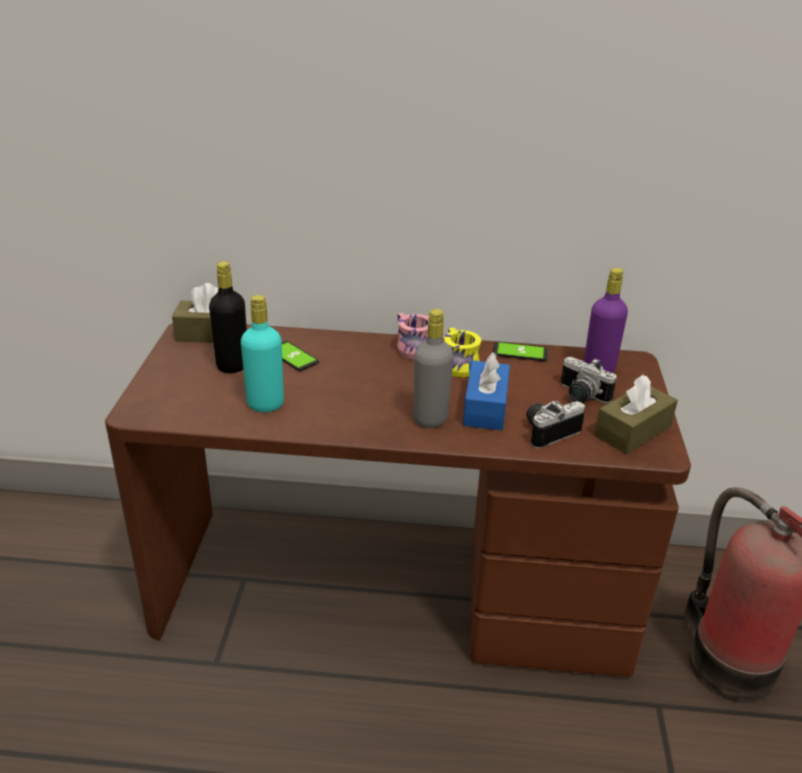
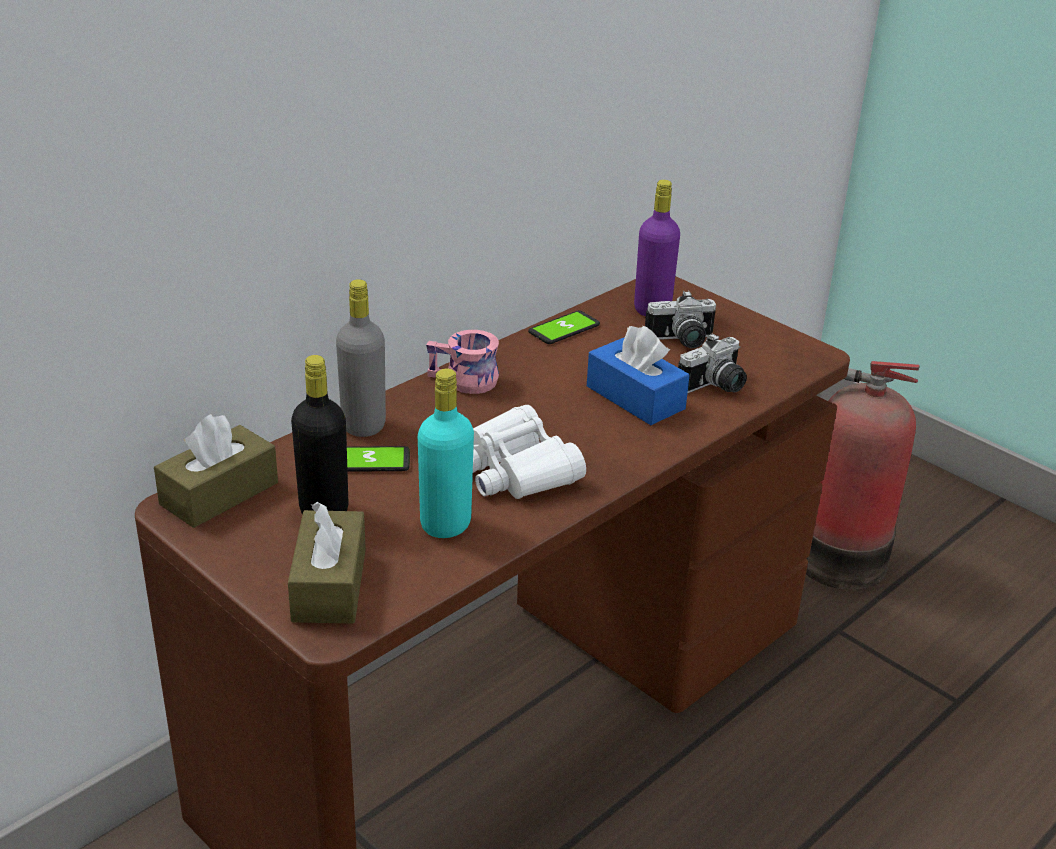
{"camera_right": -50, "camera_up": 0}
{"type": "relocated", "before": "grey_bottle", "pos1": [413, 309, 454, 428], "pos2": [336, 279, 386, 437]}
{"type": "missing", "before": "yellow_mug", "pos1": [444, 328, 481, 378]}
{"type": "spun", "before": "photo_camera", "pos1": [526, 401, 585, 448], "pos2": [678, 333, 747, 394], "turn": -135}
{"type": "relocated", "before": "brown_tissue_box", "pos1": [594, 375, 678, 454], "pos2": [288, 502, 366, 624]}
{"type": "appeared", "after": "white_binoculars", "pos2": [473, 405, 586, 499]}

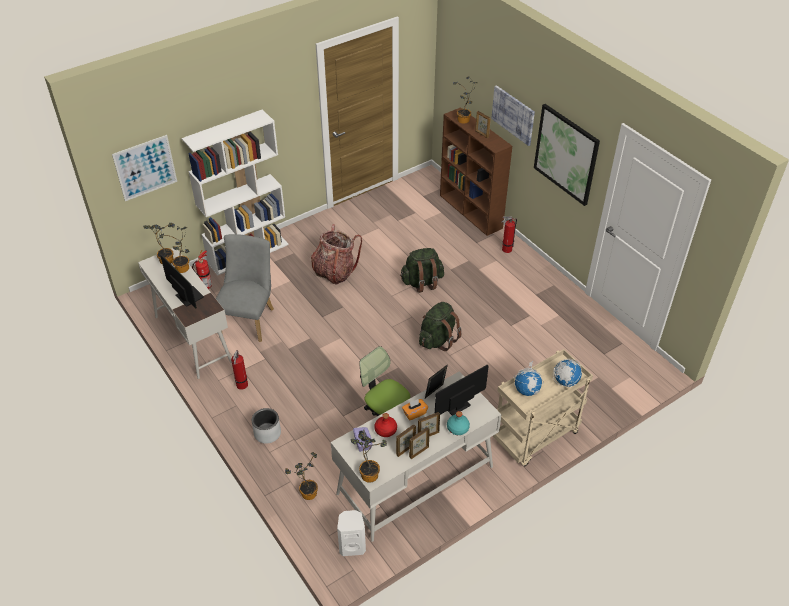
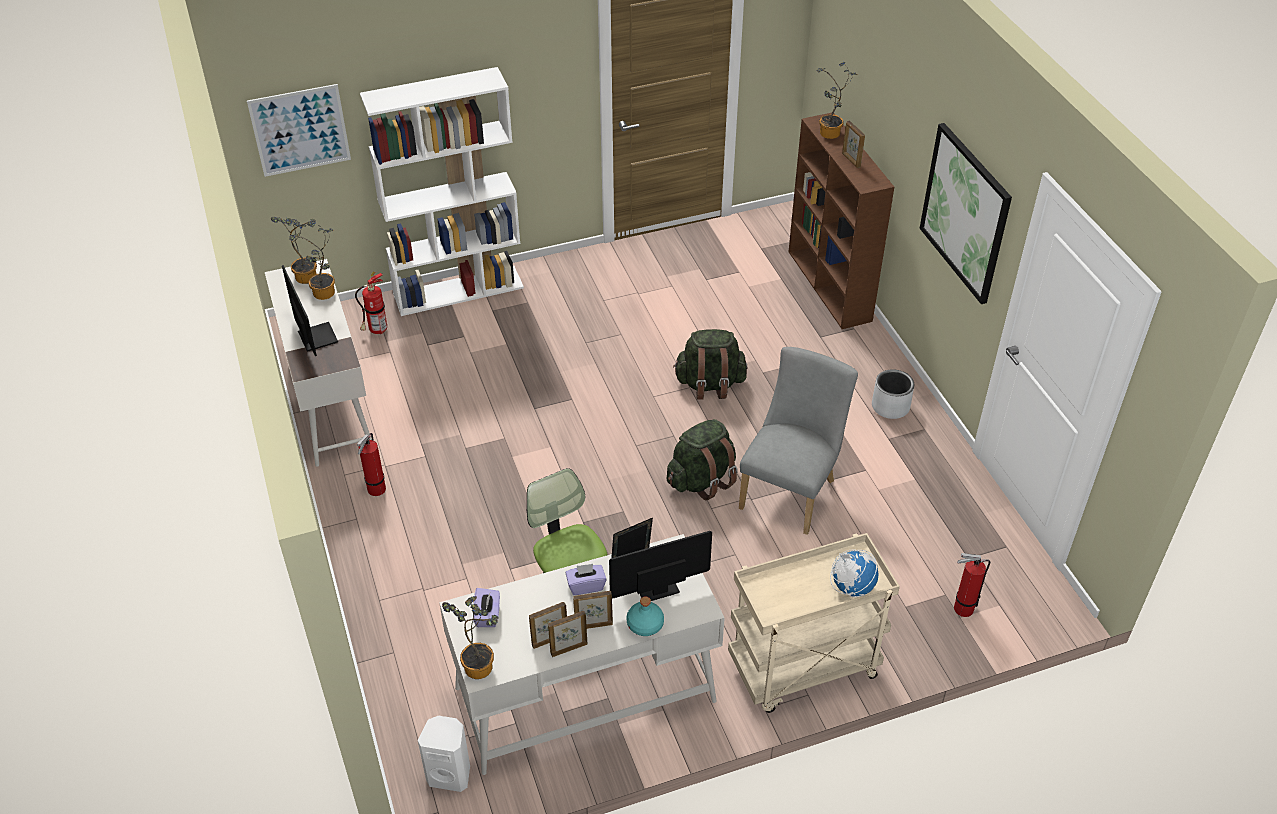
{"camera_right": 15, "camera_up": 0}
{"type": "relocated", "before": "grey_chair", "pos1": [216, 234, 274, 342], "pos2": [739, 347, 858, 535]}
{"type": "relocated", "before": "grey_planter", "pos1": [252, 408, 281, 444], "pos2": [872, 369, 914, 419]}
{"type": "missing", "before": "potted_plant", "pos1": [285, 452, 318, 500]}
{"type": "missing", "before": "backpack", "pos1": [311, 224, 362, 284]}
{"type": "missing", "before": "red_bottle", "pos1": [374, 413, 397, 437]}
{"type": "colour", "before": "orange_tissue_box", "after": "purple_tissue_box", "pos1": [402, 399, 428, 420], "pos2": [566, 564, 607, 595]}
{"type": "missing", "before": "picture", "pos1": [491, 85, 535, 146]}
{"type": "relocated", "before": "fire_extinguisher", "pos1": [501, 216, 517, 253], "pos2": [954, 553, 990, 617]}
{"type": "missing", "before": "globe", "pos1": [514, 361, 544, 396]}

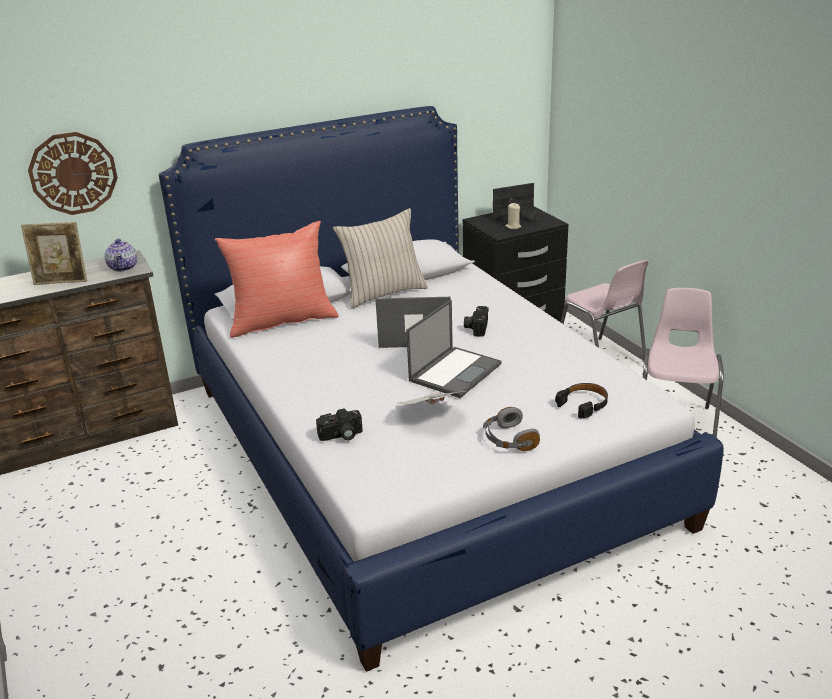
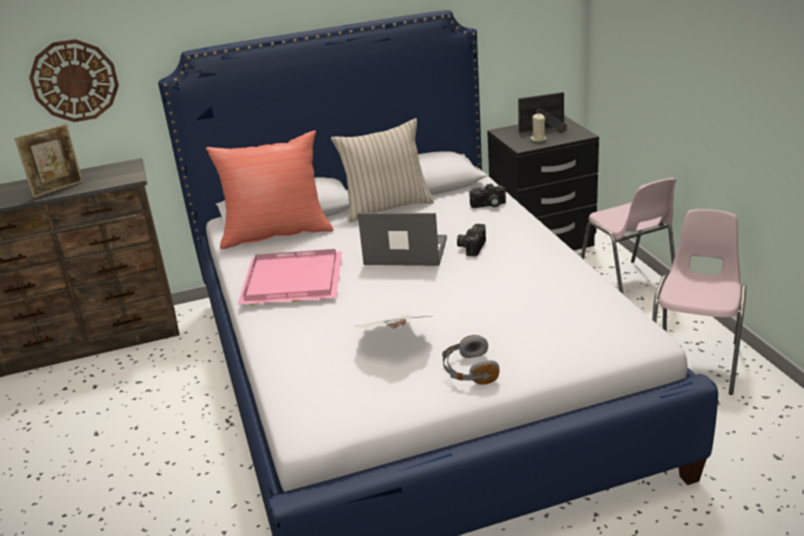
{"camera_right": 10, "camera_up": 0}
{"type": "spun", "before": "picture_frame", "pos1": [21, 222, 87, 285], "pos2": [14, 124, 83, 198], "turn": -45}
{"type": "missing", "before": "teapot", "pos1": [104, 239, 138, 272]}
{"type": "relocated", "before": "photo_camera", "pos1": [316, 408, 363, 441], "pos2": [469, 184, 506, 208]}
{"type": "missing", "before": "laptop", "pos1": [406, 300, 502, 398]}
{"type": "missing", "before": "black_headphones", "pos1": [555, 383, 608, 418]}
{"type": "appeared", "after": "pink_tray", "pos2": [237, 249, 342, 305]}

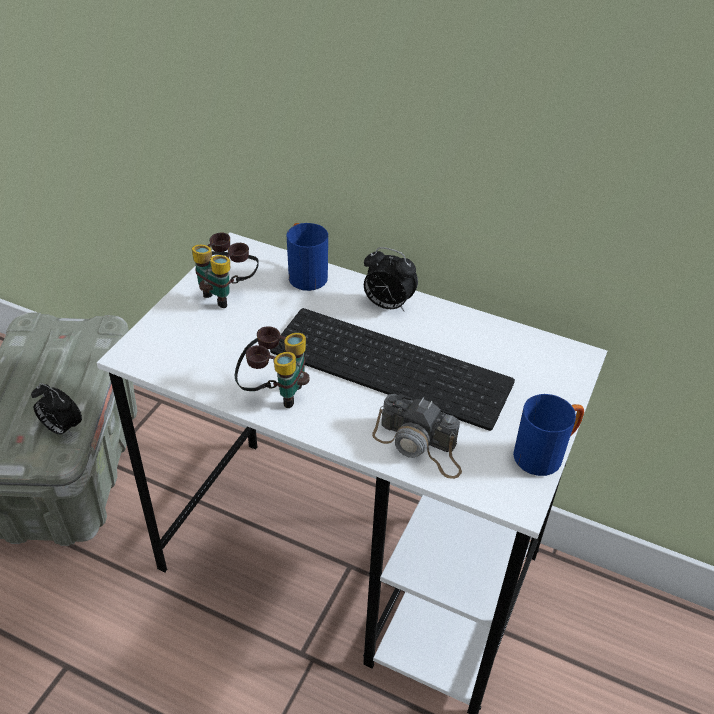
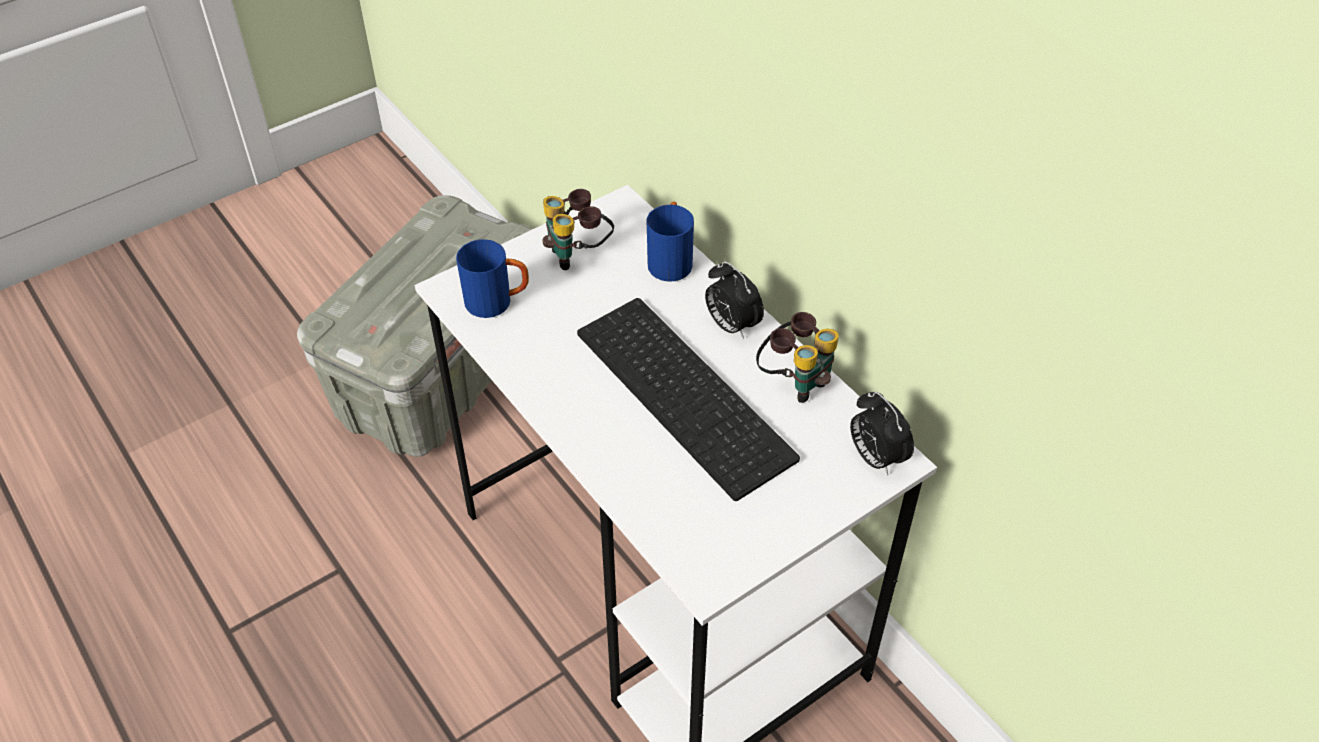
{"camera_right": 30, "camera_up": 5}
{"type": "relocated", "before": "alarm_clock", "pos1": [31, 383, 82, 436], "pos2": [850, 392, 914, 475]}
{"type": "relocated", "before": "binoculars", "pos1": [235, 326, 310, 408], "pos2": [756, 312, 839, 403]}
{"type": "missing", "before": "photo_camera", "pos1": [372, 394, 462, 479]}
{"type": "relocated", "before": "blue_mug", "pos1": [513, 394, 584, 476], "pos2": [456, 239, 529, 318]}

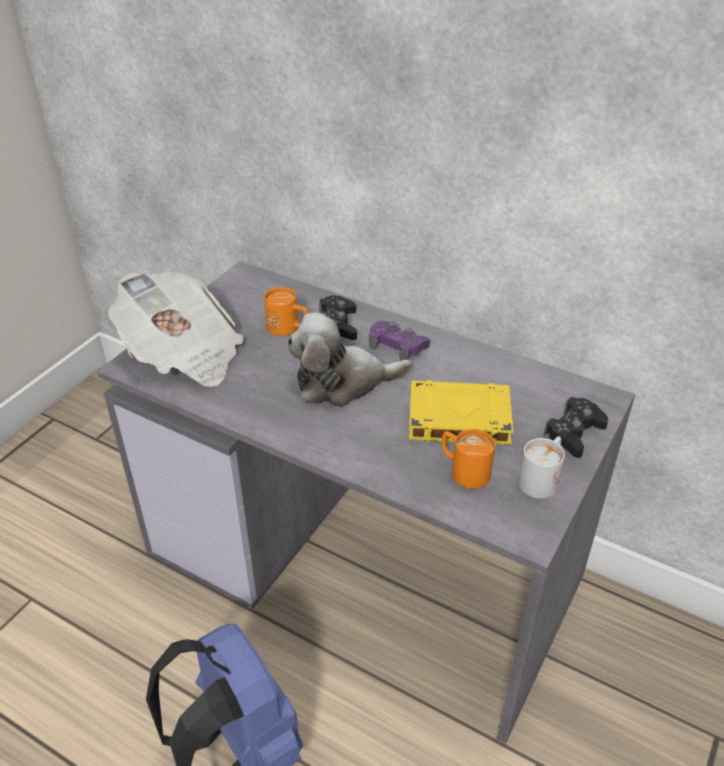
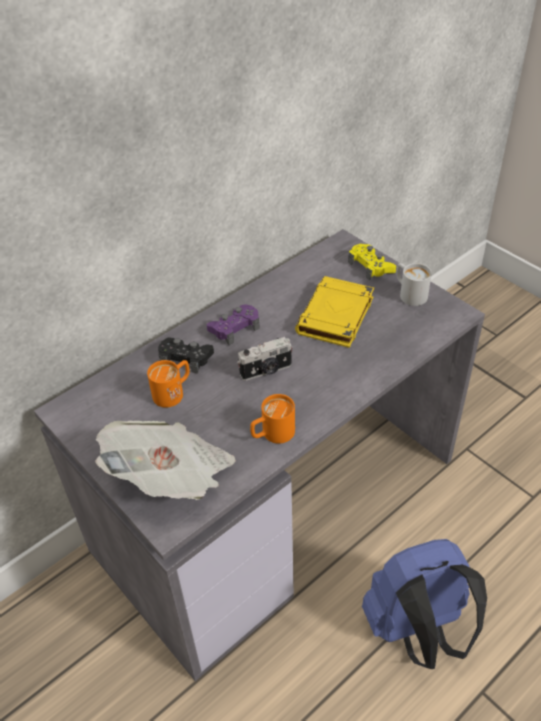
{"camera_right": -70, "camera_up": 5}
{"type": "exchanged", "before": "plush_toy", "after": "photo_camera", "pos1": [287, 312, 412, 407], "pos2": [237, 337, 293, 381]}
{"type": "relocated", "before": "orange_mug", "pos1": [442, 429, 495, 489], "pos2": [250, 394, 295, 444]}
{"type": "colour", "before": "black_game_controller", "after": "yellow_game_controller", "pos1": [543, 397, 608, 458], "pos2": [348, 244, 396, 281]}

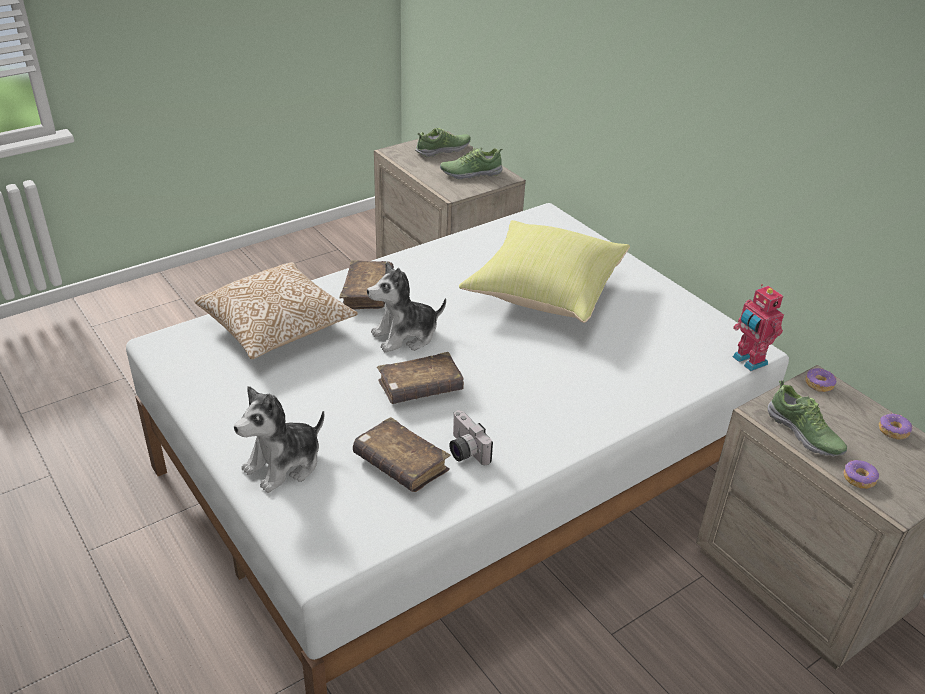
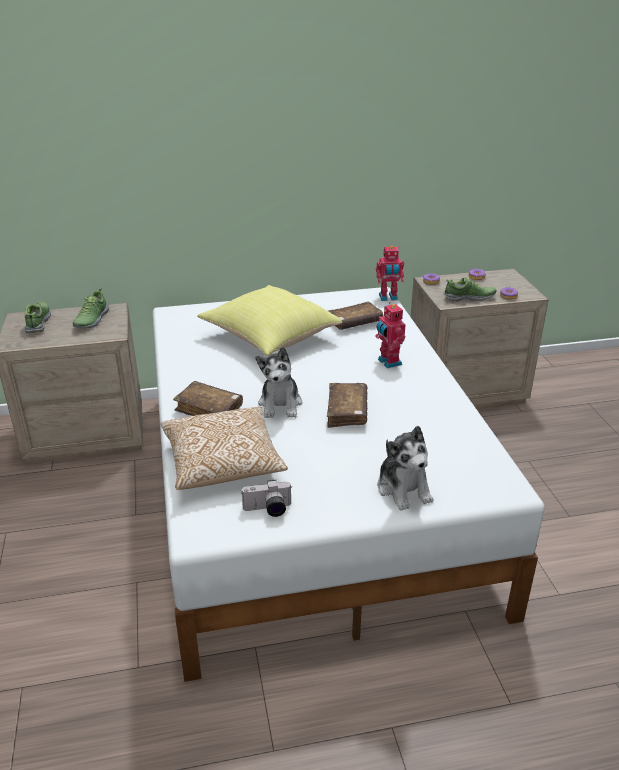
{"camera_right": -65, "camera_up": -5}
{"type": "relocated", "before": "brown_book", "pos1": [353, 417, 450, 492], "pos2": [328, 301, 383, 330]}
{"type": "relocated", "before": "photo_camera", "pos1": [450, 410, 493, 465], "pos2": [241, 480, 292, 517]}
{"type": "appeared", "after": "toy_robot", "pos2": [375, 302, 406, 368]}

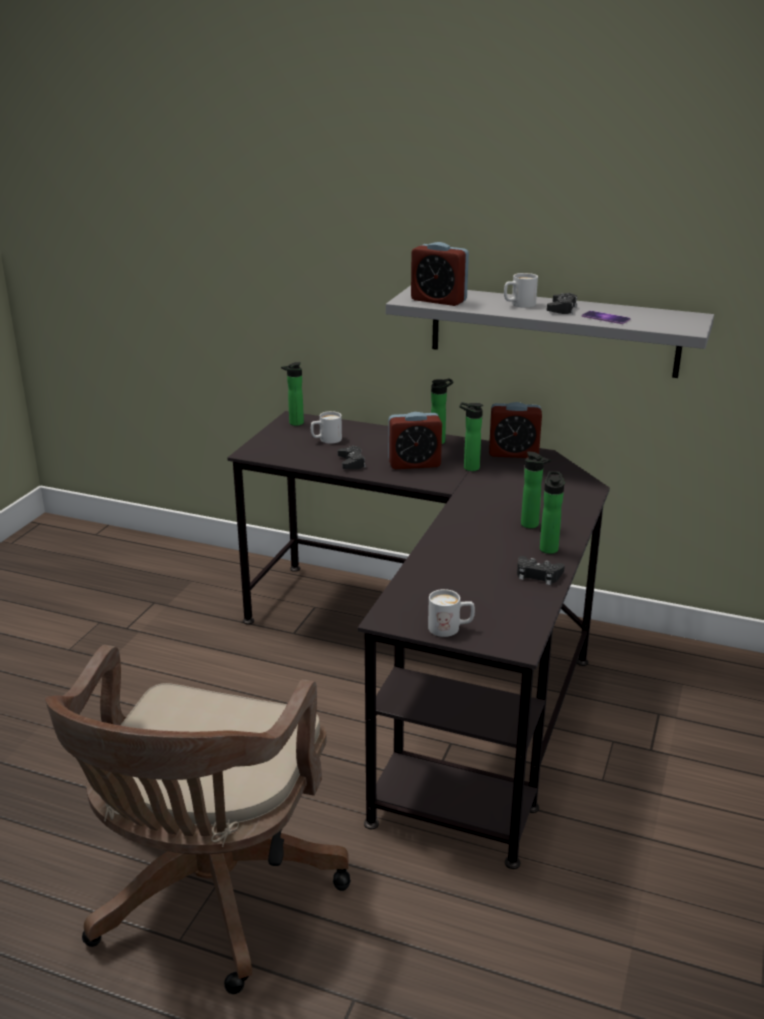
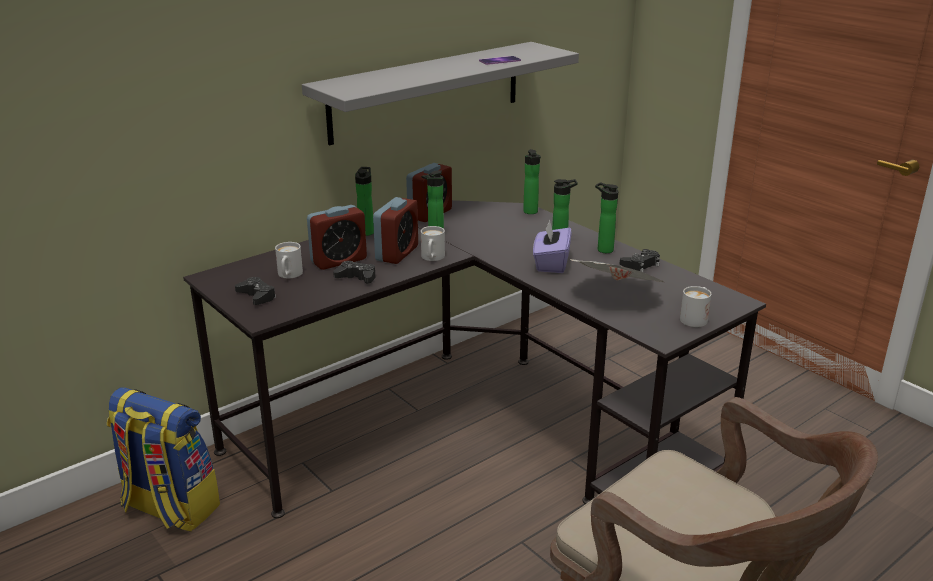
{"camera_right": -60, "camera_up": 0}
{"type": "relocated", "before": "bottle", "pos1": [281, 362, 304, 426], "pos2": [523, 149, 541, 214]}
{"type": "relocated", "before": "alarm_clock", "pos1": [411, 242, 469, 306], "pos2": [307, 205, 367, 270]}
{"type": "relocated", "before": "white_mug", "pos1": [504, 273, 538, 308], "pos2": [421, 226, 445, 261]}
{"type": "relocated", "before": "black_game_controller", "pos1": [547, 293, 577, 314], "pos2": [235, 277, 276, 305]}
{"type": "appeared", "after": "backpack", "pos2": [107, 387, 220, 532]}
{"type": "appeared", "after": "purple_tissue_box", "pos2": [533, 220, 572, 273]}
{"type": "appeared", "after": "newspaper", "pos2": [570, 259, 664, 282]}

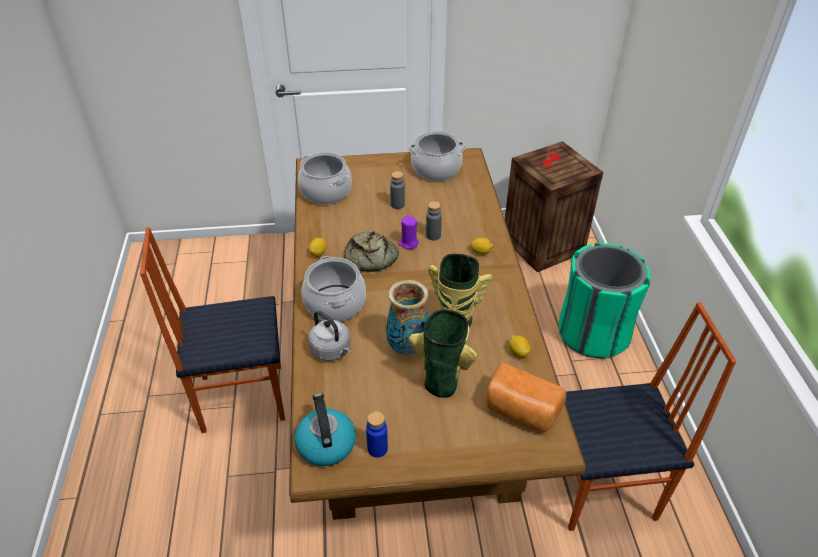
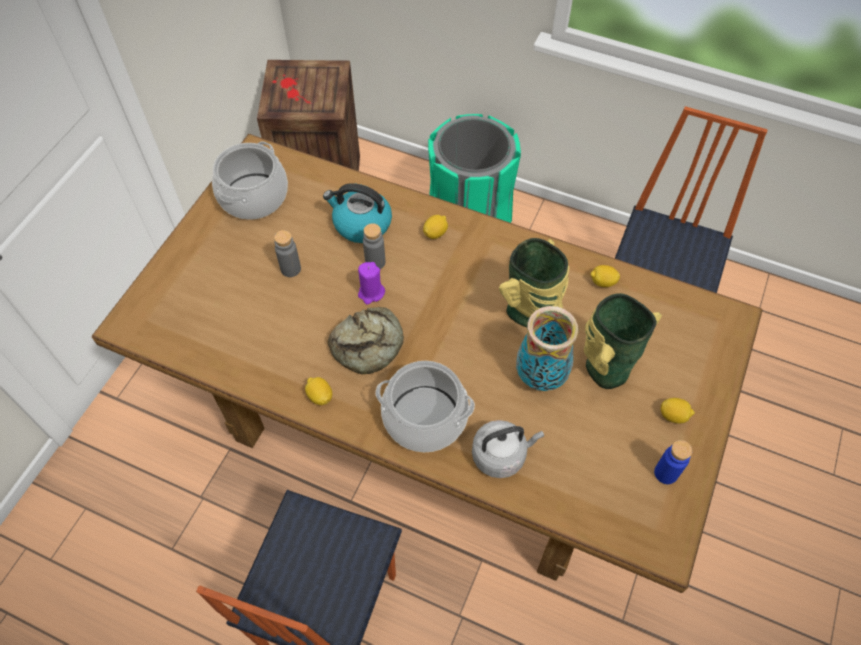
{"camera_right": -60, "camera_up": 15}
{"type": "relocated", "before": "kettle", "pos1": [295, 393, 356, 466], "pos2": [323, 183, 392, 243]}
{"type": "missing", "before": "cooking_pot", "pos1": [298, 152, 352, 204]}
{"type": "missing", "before": "bread", "pos1": [486, 363, 566, 432]}
{"type": "appeared", "after": "lemon", "pos2": [660, 398, 695, 424]}

